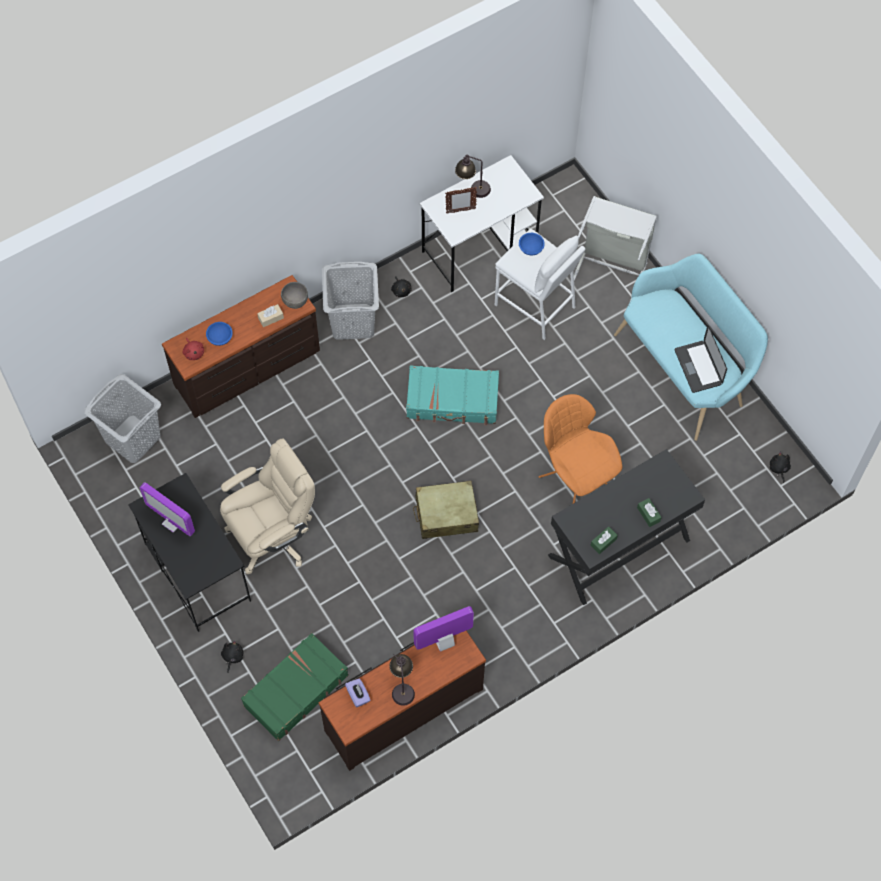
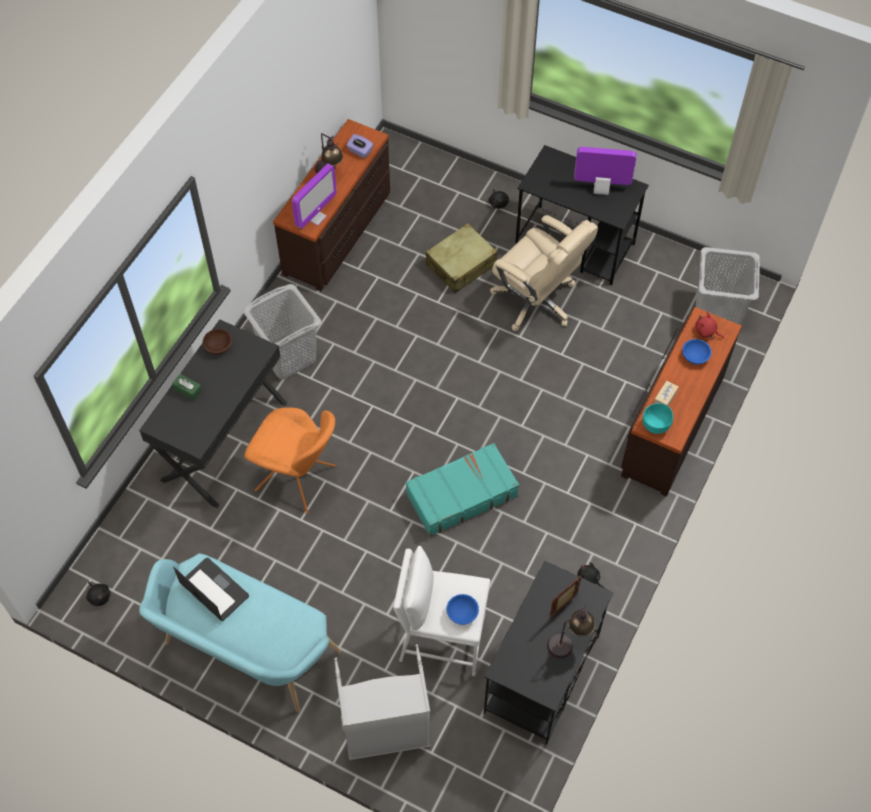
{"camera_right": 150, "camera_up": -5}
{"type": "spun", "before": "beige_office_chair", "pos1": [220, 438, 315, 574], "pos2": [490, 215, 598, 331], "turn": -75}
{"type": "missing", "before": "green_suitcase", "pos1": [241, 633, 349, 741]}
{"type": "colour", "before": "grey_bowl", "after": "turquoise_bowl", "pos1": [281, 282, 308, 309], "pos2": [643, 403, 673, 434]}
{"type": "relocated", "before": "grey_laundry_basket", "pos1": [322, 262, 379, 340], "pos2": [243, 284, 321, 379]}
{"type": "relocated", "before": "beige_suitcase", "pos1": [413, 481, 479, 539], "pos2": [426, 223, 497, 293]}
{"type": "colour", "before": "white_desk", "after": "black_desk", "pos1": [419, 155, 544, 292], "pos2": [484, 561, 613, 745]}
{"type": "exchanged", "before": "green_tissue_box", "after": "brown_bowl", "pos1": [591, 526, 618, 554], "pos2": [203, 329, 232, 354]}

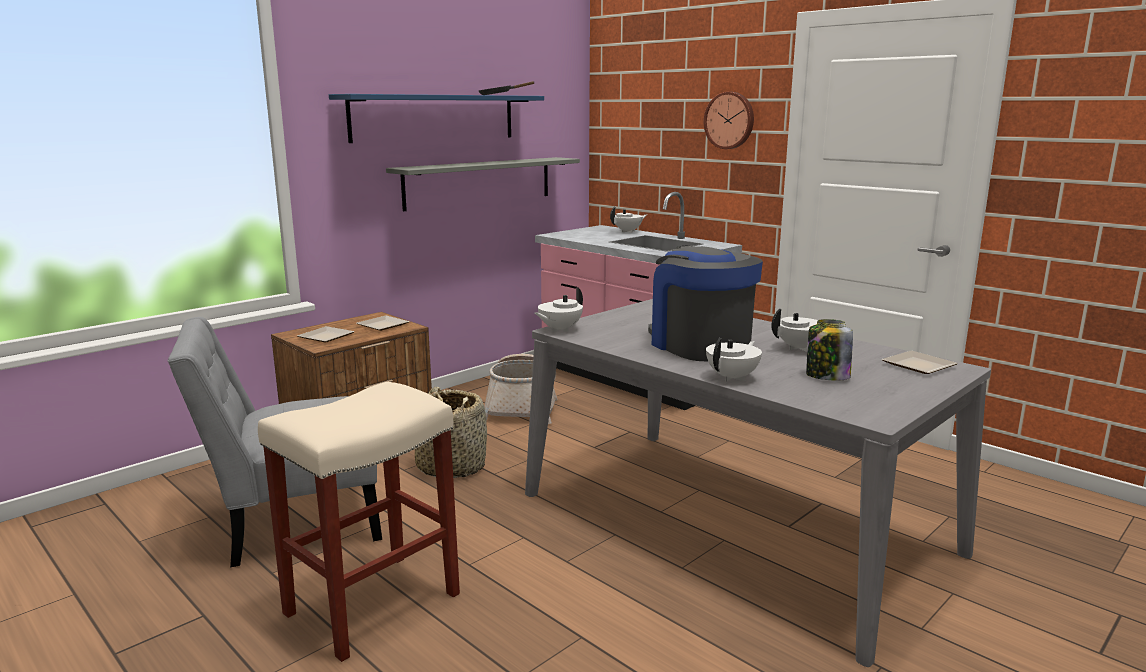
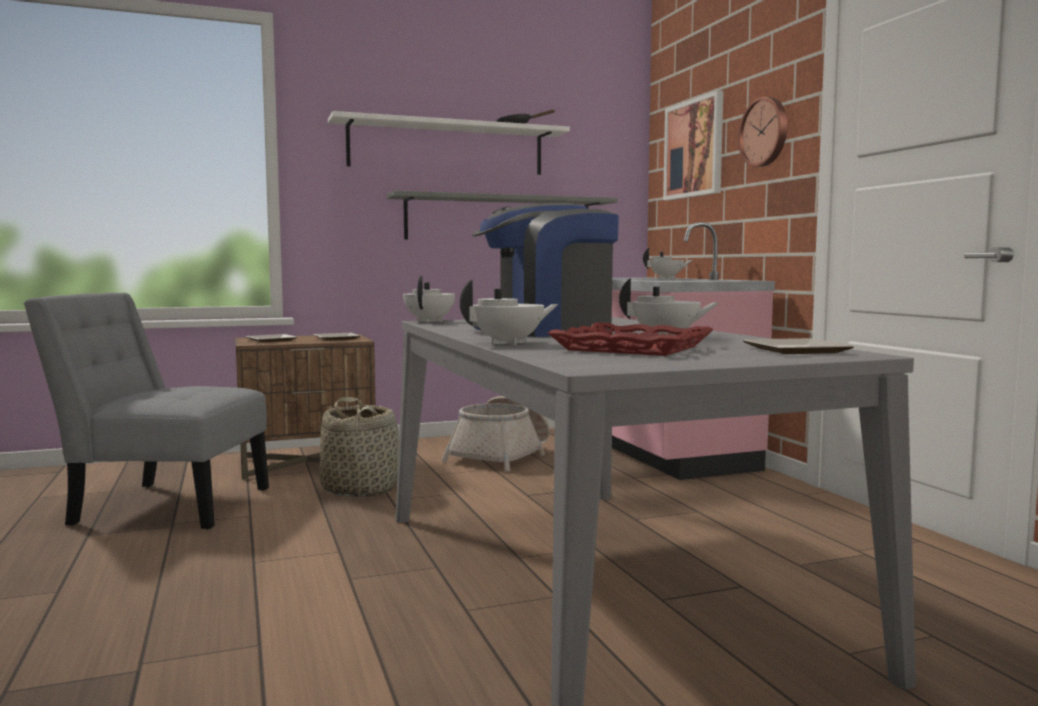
{"camera_right": 25, "camera_up": -10}
{"type": "missing", "before": "beige_stool", "pos1": [258, 382, 460, 662]}
{"type": "colour", "before": "blue_shelf", "after": "white_shelf", "pos1": [329, 94, 544, 143], "pos2": [328, 111, 570, 175]}
{"type": "spun", "before": "white_teapot", "pos1": [535, 287, 583, 332], "pos2": [403, 276, 455, 322], "turn": 120}
{"type": "spun", "before": "coffee_machine", "pos1": [648, 245, 763, 362], "pos2": [469, 203, 619, 337], "turn": -105}
{"type": "exchanged", "before": "jar", "after": "red_tray", "pos1": [806, 319, 853, 381], "pos2": [548, 322, 714, 356]}
{"type": "appeared", "after": "picture", "pos2": [663, 90, 723, 201]}

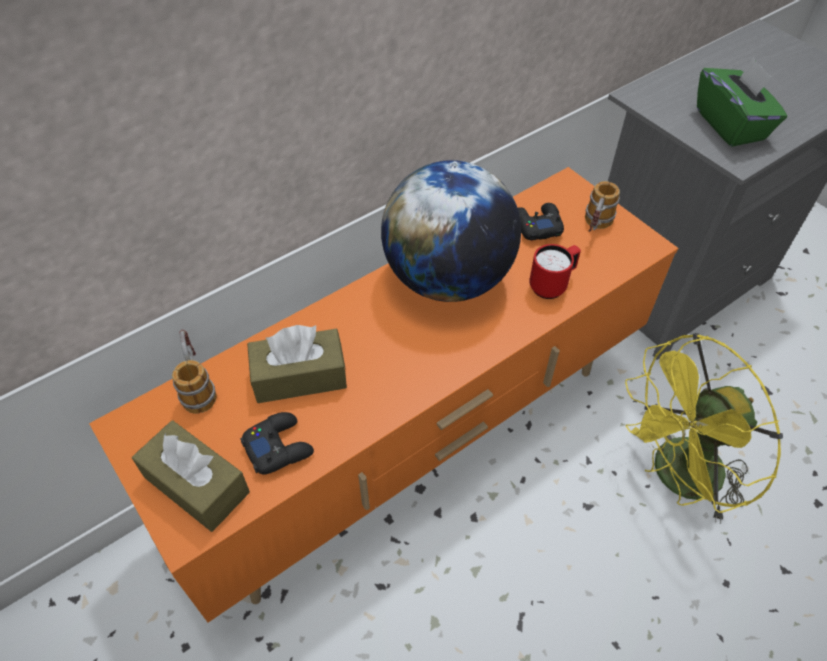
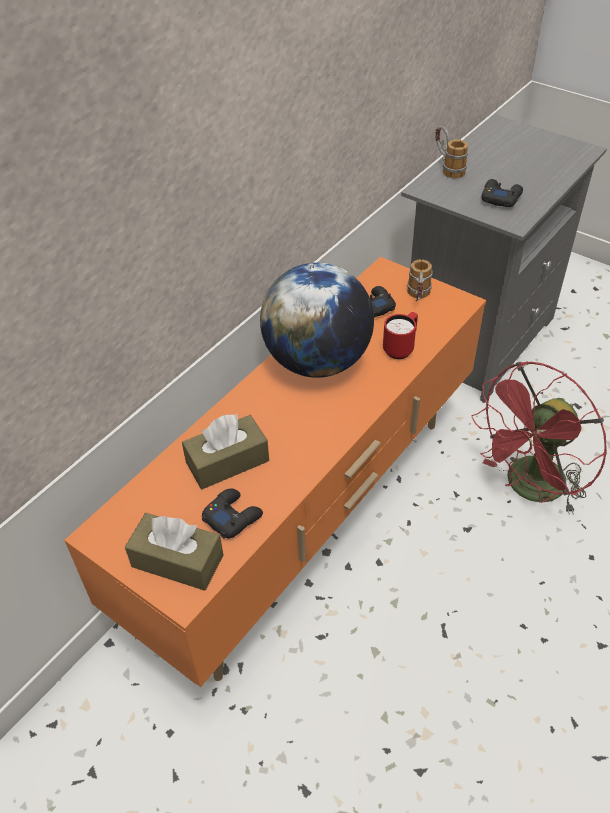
{"camera_right": -15, "camera_up": -5}
{"type": "relocated", "before": "mug", "pos1": [172, 330, 217, 414], "pos2": [435, 126, 468, 178]}
{"type": "colour", "before": "yellow_fan", "after": "red_fan", "pos1": [625, 333, 783, 524], "pos2": [471, 361, 607, 514]}
{"type": "exchanged", "before": "green_tissue_box", "after": "black_game_controller", "pos1": [697, 57, 787, 147], "pos2": [481, 179, 523, 207]}

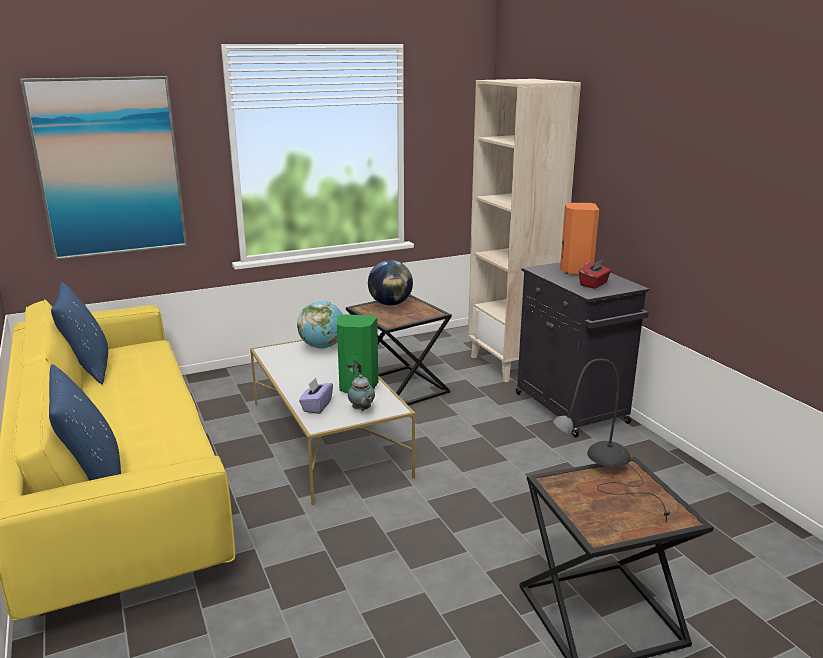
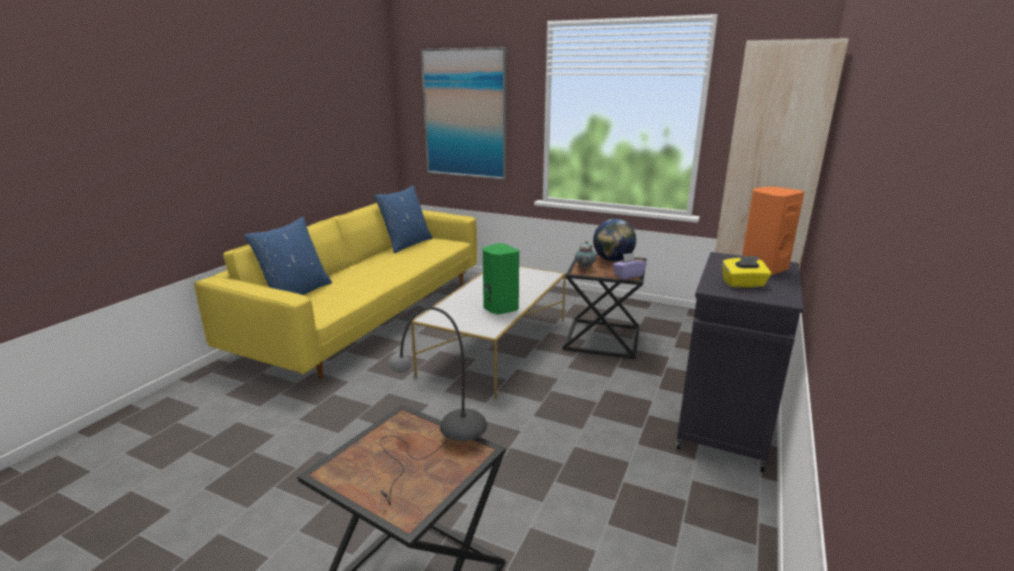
{"camera_right": 50, "camera_up": 0}
{"type": "missing", "before": "globe", "pos1": [297, 301, 343, 349]}
{"type": "relocated", "before": "purple_tissue_box", "pos1": [299, 378, 333, 414], "pos2": [613, 253, 647, 279]}
{"type": "relocated", "before": "teapot", "pos1": [348, 375, 375, 411], "pos2": [575, 241, 596, 270]}
{"type": "colour", "before": "red_tissue_box", "after": "yellow_tissue_box", "pos1": [579, 259, 611, 289], "pos2": [722, 256, 771, 288]}

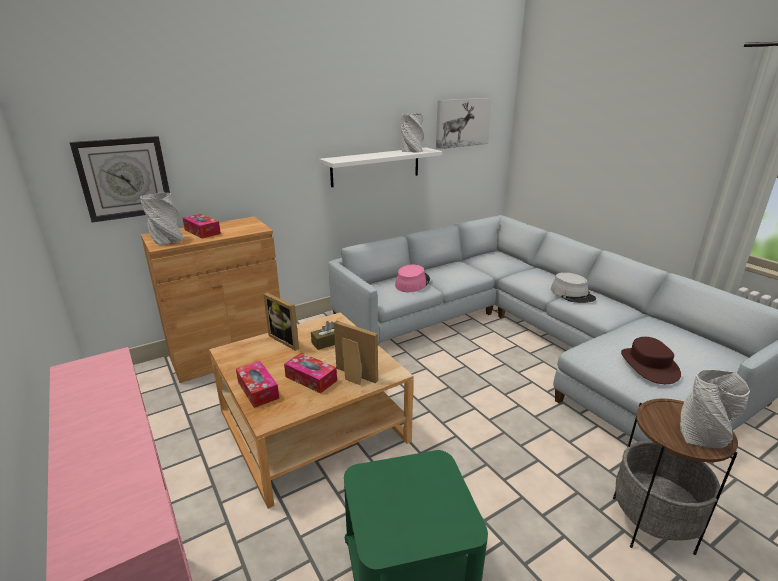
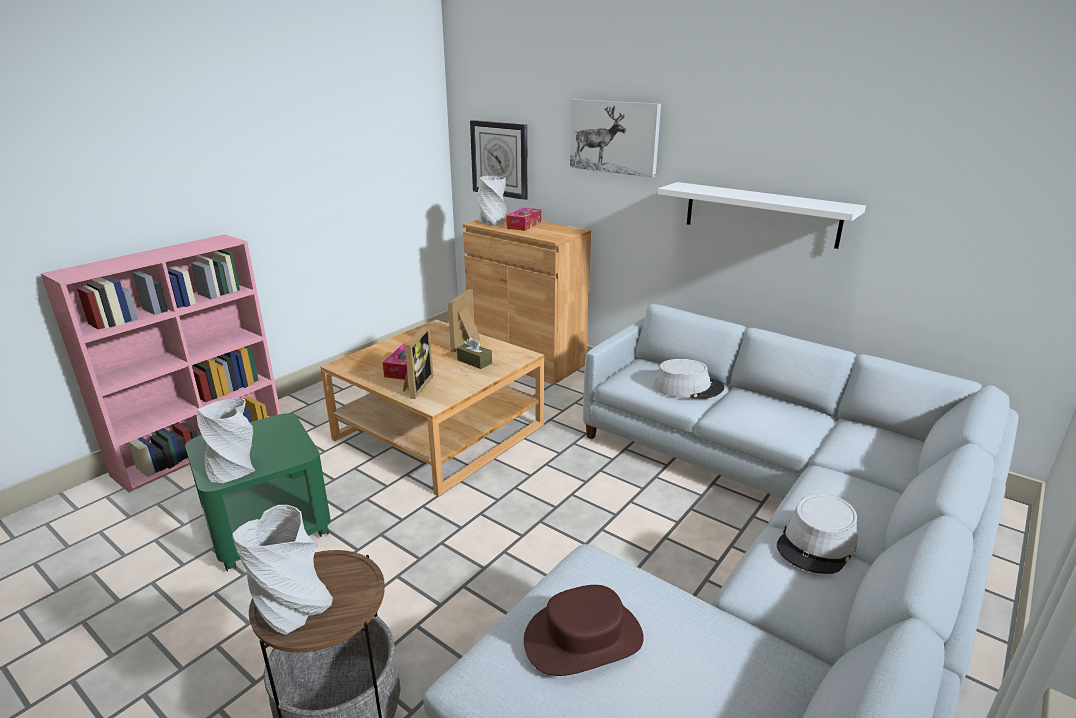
{"camera_right": 70, "camera_up": 0}
{"type": "missing", "before": "tissue_box", "pos1": [236, 361, 279, 408]}
{"type": "colour", "before": "pink_hat", "after": "grey_hat", "pos1": [395, 264, 430, 292], "pos2": [653, 359, 724, 399]}
{"type": "relocated", "before": "grey_vase", "pos1": [401, 113, 424, 153], "pos2": [197, 398, 255, 483]}
{"type": "relocated", "before": "picture", "pos1": [436, 98, 492, 149], "pos2": [570, 99, 661, 177]}

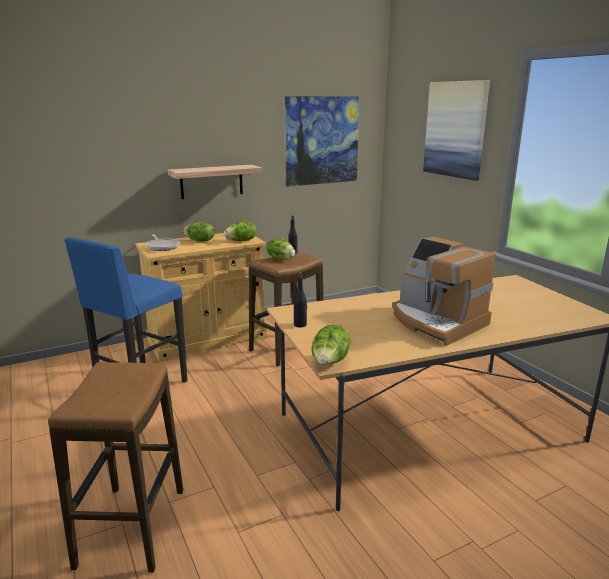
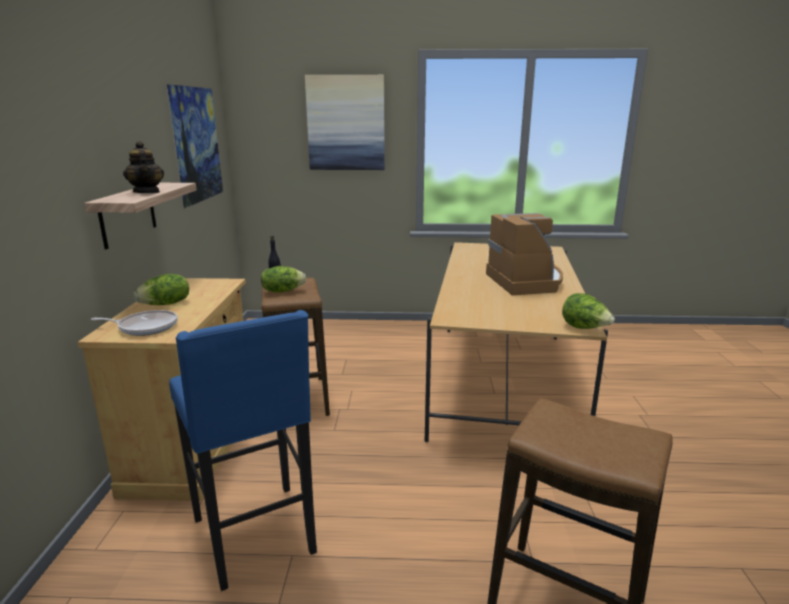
{"camera_right": -60, "camera_up": 0}
{"type": "missing", "before": "lettuce", "pos1": [224, 222, 256, 241]}
{"type": "missing", "before": "black_bottle", "pos1": [294, 272, 307, 327]}
{"type": "spun", "before": "coffee_machine", "pos1": [392, 237, 496, 346], "pos2": [486, 213, 563, 295], "turn": -90}
{"type": "appeared", "after": "teapot", "pos2": [123, 141, 164, 193]}

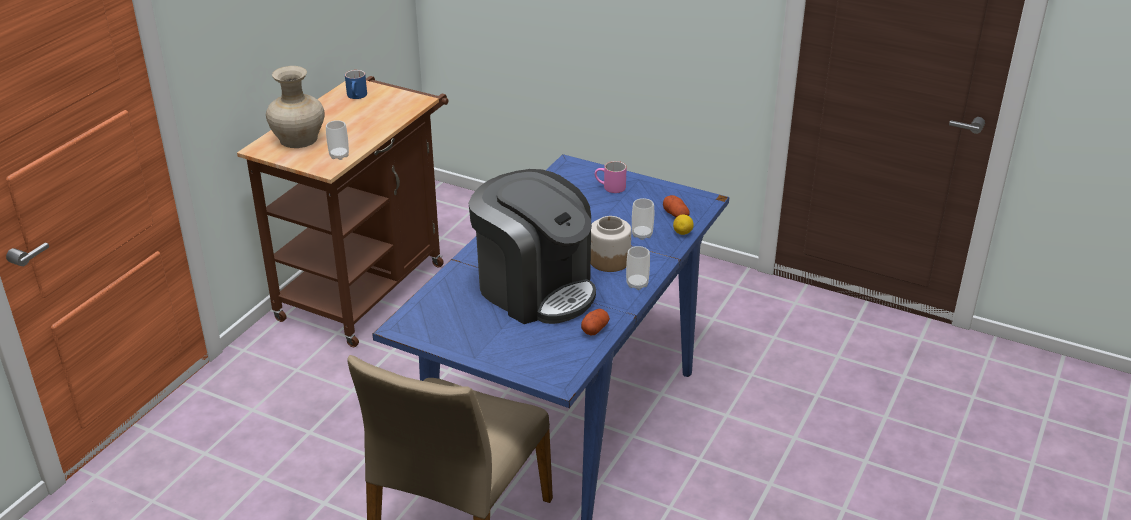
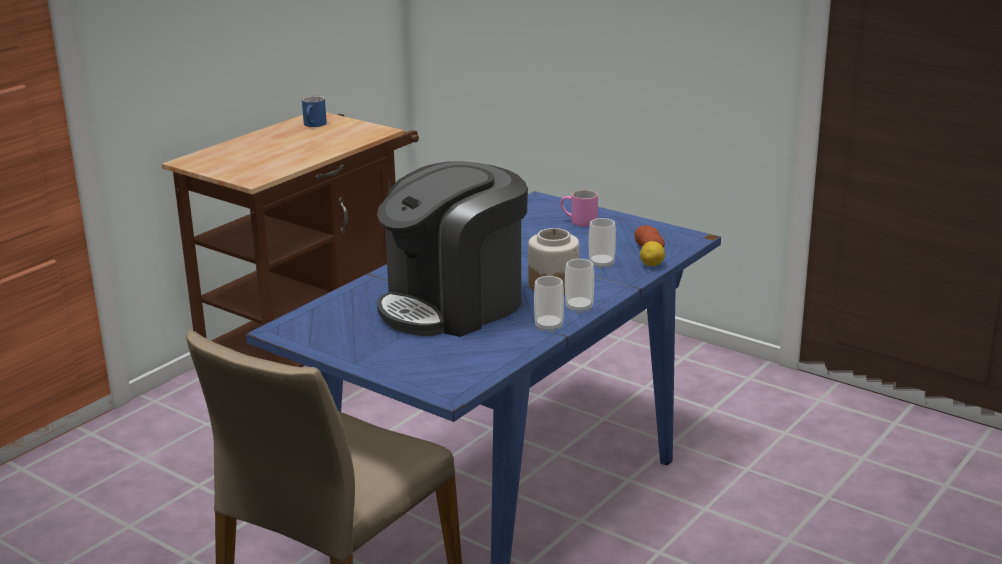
{"camera_right": 10, "camera_up": -10}
{"type": "missing", "before": "beige_vase", "pos1": [266, 66, 325, 148]}
{"type": "relocated", "before": "cup", "pos1": [326, 120, 349, 160], "pos2": [534, 276, 564, 332]}
{"type": "spun", "before": "coffee_machine", "pos1": [469, 169, 596, 324], "pos2": [377, 161, 528, 337], "turn": 90}
{"type": "missing", "before": "potato", "pos1": [581, 309, 610, 335]}

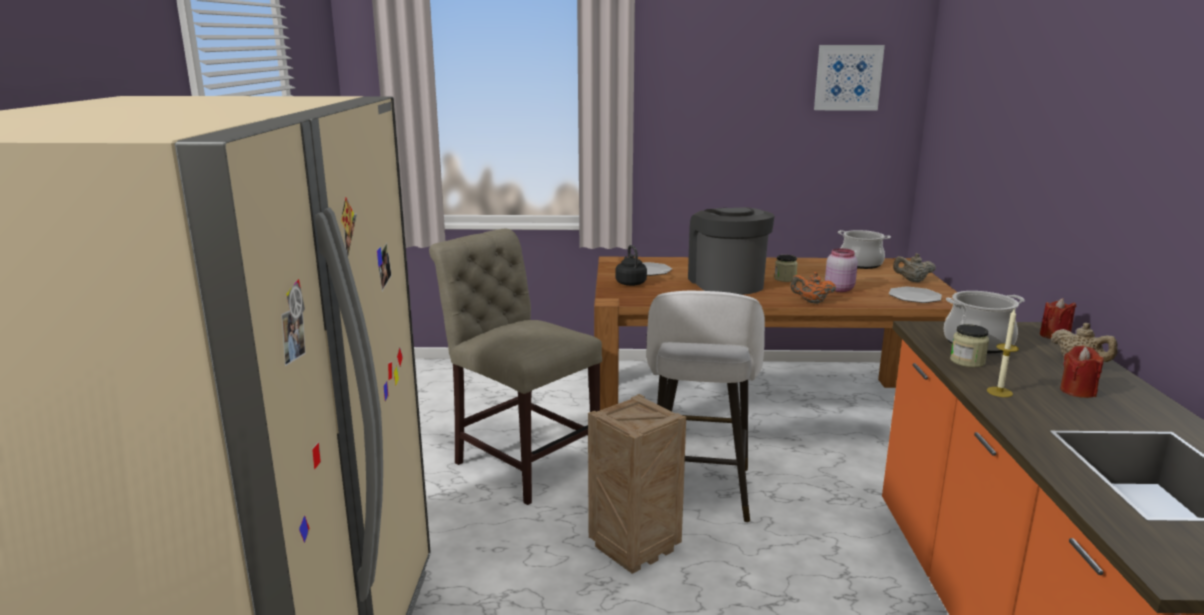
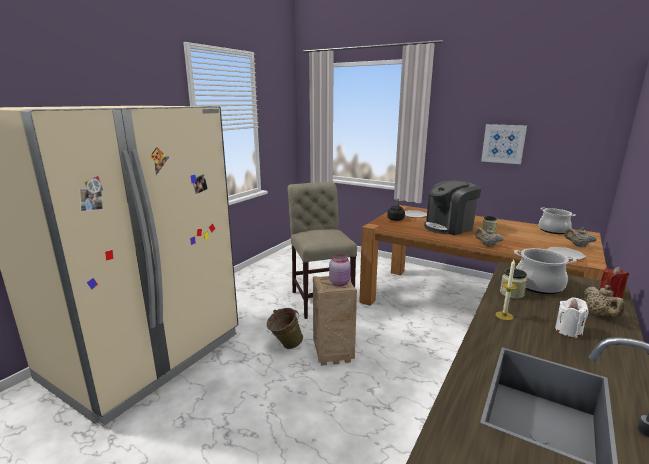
{"camera_right": 30, "camera_up": 0}
{"type": "missing", "before": "white_stool", "pos1": [647, 291, 765, 522]}
{"type": "spun", "before": "coffee_machine", "pos1": [688, 207, 775, 295], "pos2": [424, 181, 481, 235], "turn": -135}
{"type": "colour", "before": "orange_teapot", "after": "beige_teapot", "pos1": [790, 272, 836, 304], "pos2": [475, 227, 503, 247]}
{"type": "relocated", "before": "picture", "pos1": [814, 45, 885, 110], "pos2": [481, 124, 527, 164]}
{"type": "relocated", "before": "pink_jar", "pos1": [825, 248, 858, 292], "pos2": [329, 254, 351, 286]}
{"type": "colour", "before": "red_candle", "after": "white_candle", "pos1": [1060, 346, 1104, 398], "pos2": [555, 298, 589, 338]}
{"type": "appeared", "after": "green_bucket", "pos2": [267, 308, 303, 349]}

